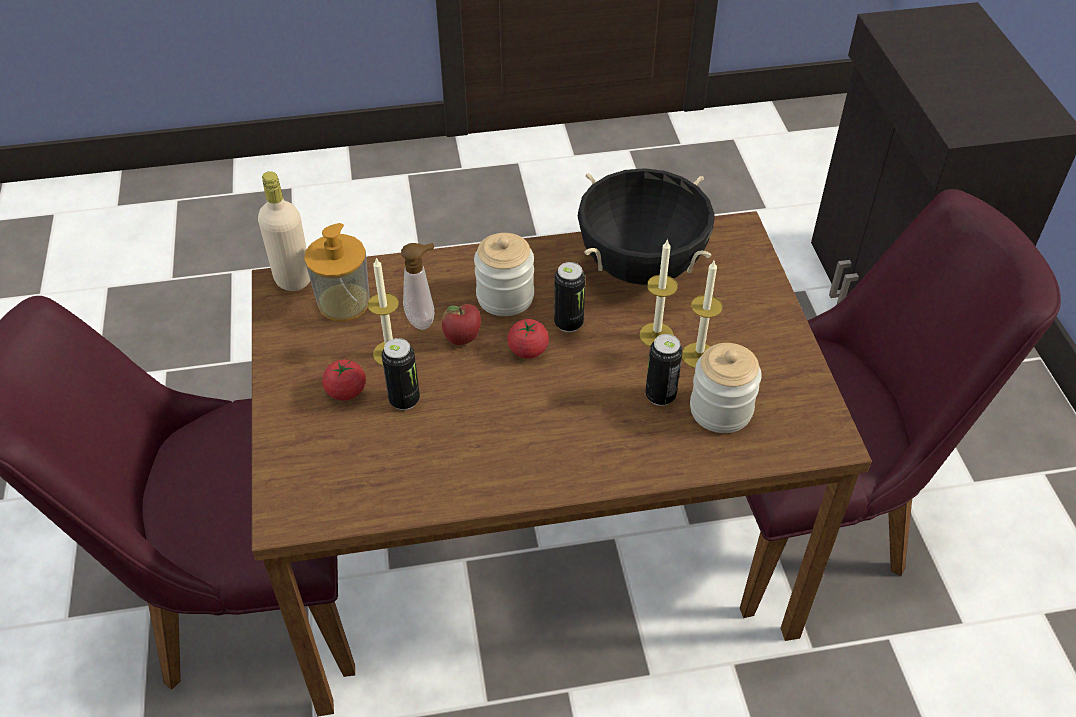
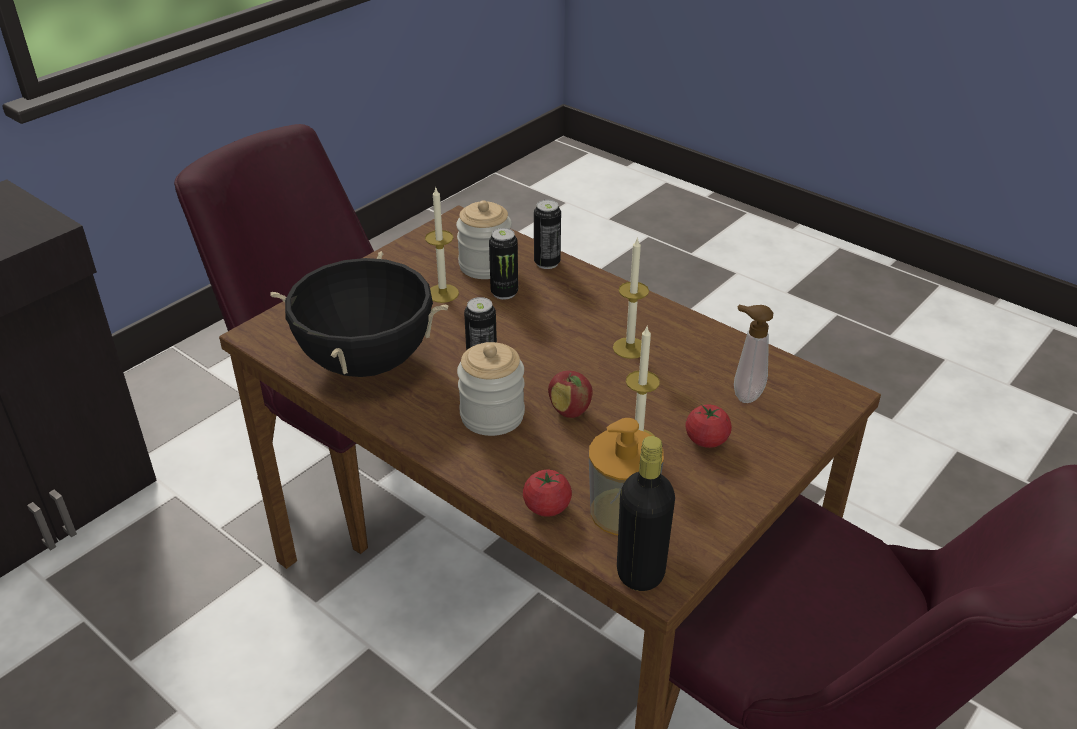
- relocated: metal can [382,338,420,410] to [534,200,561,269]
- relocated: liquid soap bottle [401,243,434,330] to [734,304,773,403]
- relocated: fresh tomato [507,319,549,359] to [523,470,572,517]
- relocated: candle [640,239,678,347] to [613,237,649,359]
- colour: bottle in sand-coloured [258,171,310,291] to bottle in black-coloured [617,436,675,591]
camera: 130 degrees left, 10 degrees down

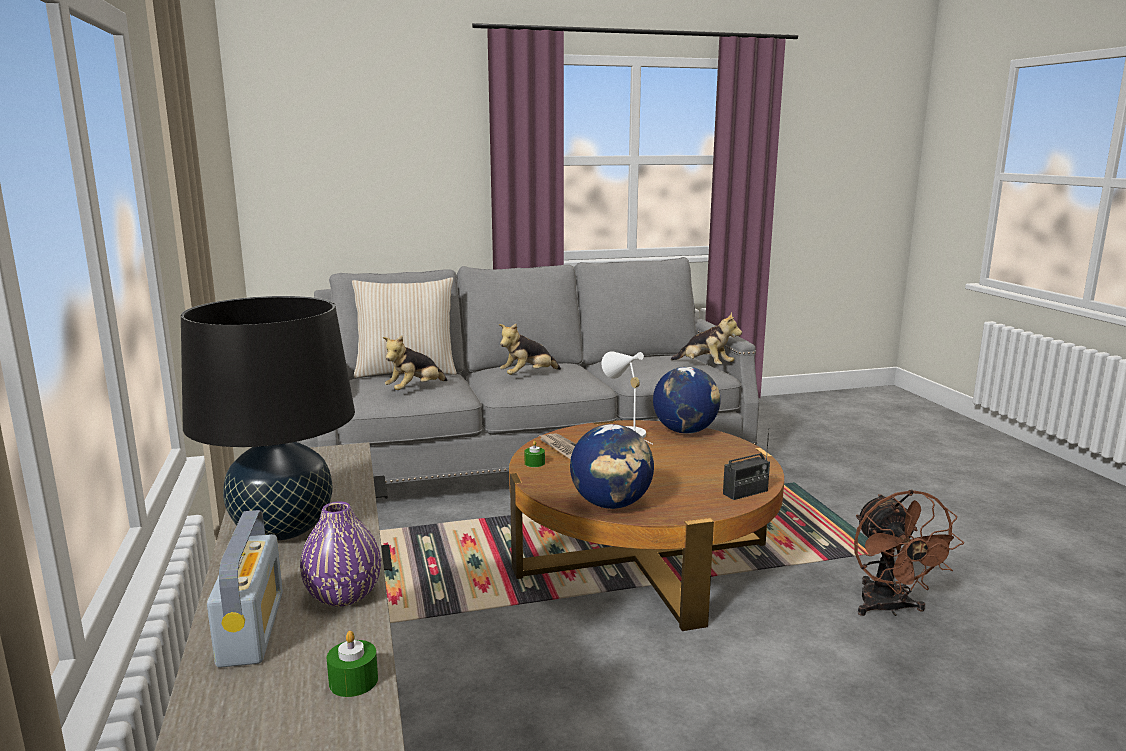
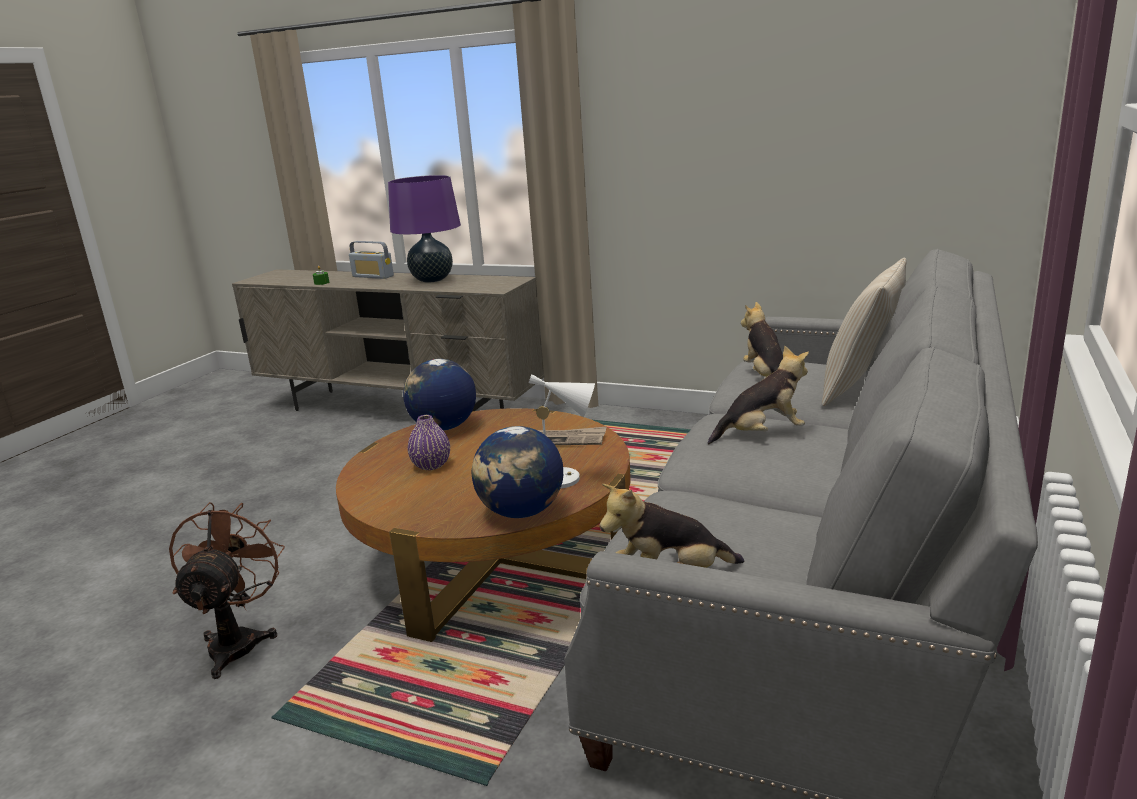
- missing: candle in greenish [524,440,545,467]
- missing: radio [723,428,770,500]
- relocated: vase in purple-coloured [300,501,381,607] to [408,415,450,470]
- colour: tabletop lamp in black-coloured [181,296,355,541] to tabletop lamp in purple-coloured [388,175,461,282]
- spun: plush toy [499,324,561,375] = [707,346,809,444] 75 degrees clockwise
- spun: fan in brown [854,490,964,616] = [169,502,285,679] 60 degrees clockwise
camera: 130 degrees right, 5 degrees up

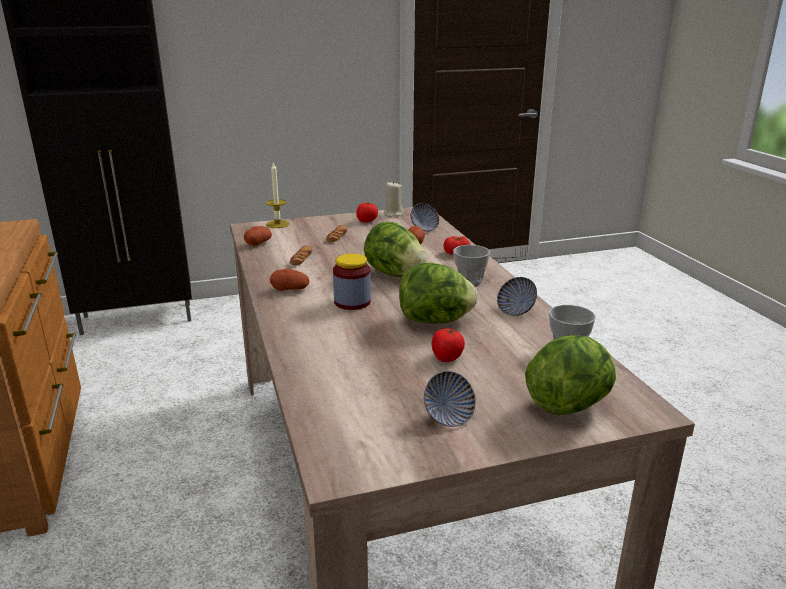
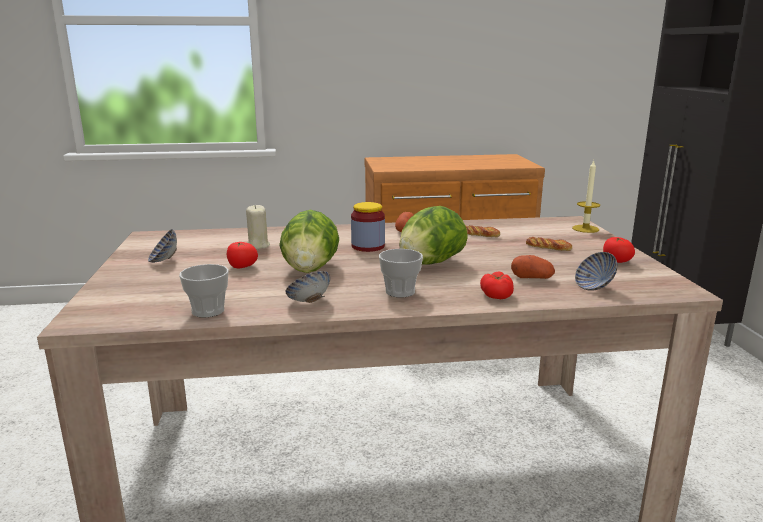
- missing: whole potato [244,226,272,246]
- missing: lettuce [525,335,616,415]
- relocated: candle in sand-coloured [383,181,404,217] to [246,205,270,249]
camera: 100 degrees right, 5 degrees down

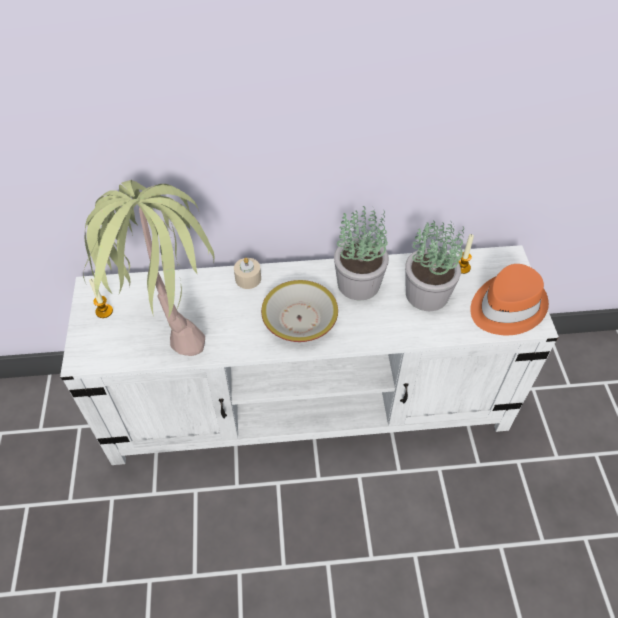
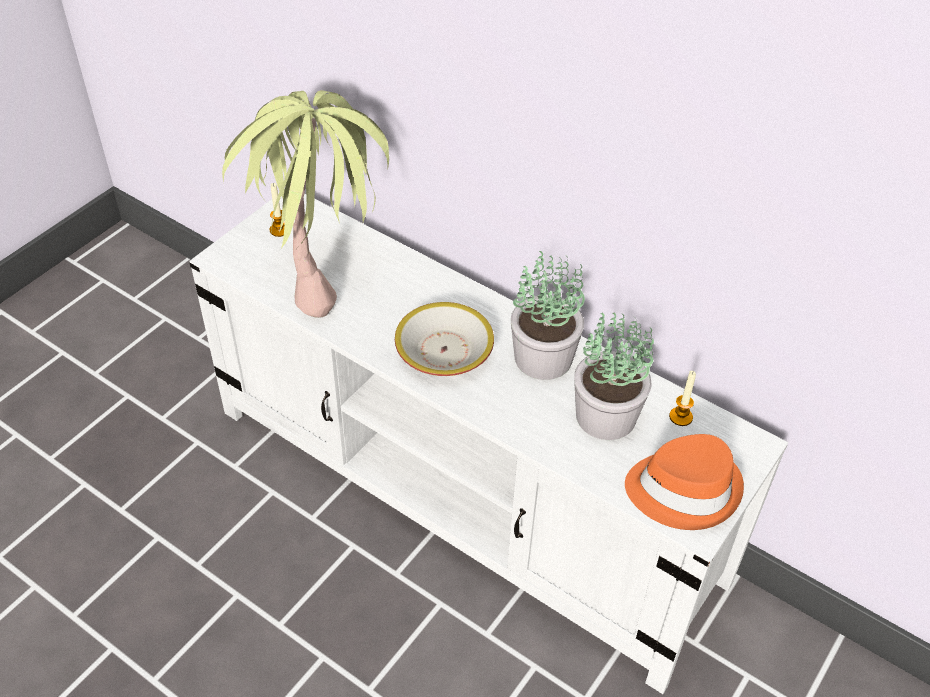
- missing: candle in sand-coloured [234,258,261,289]
camera: 40 degrees right, 5 degrees down

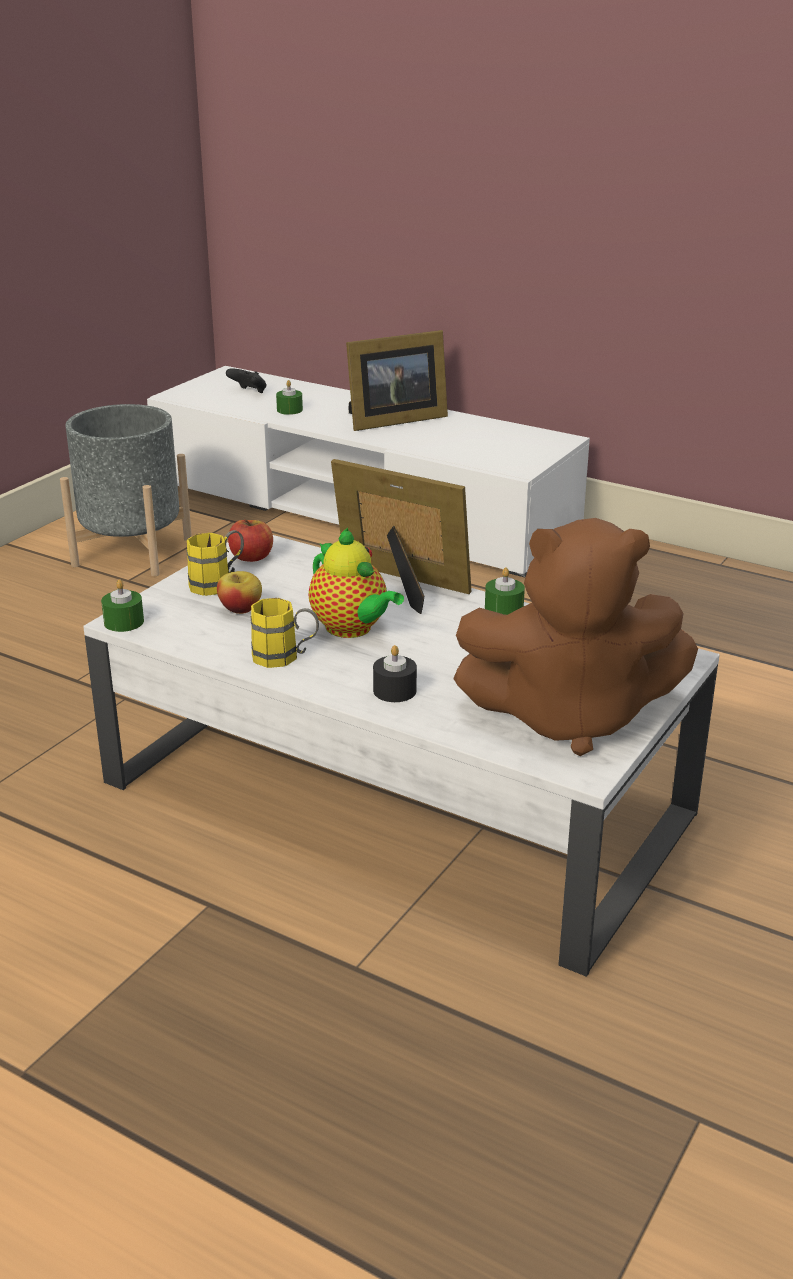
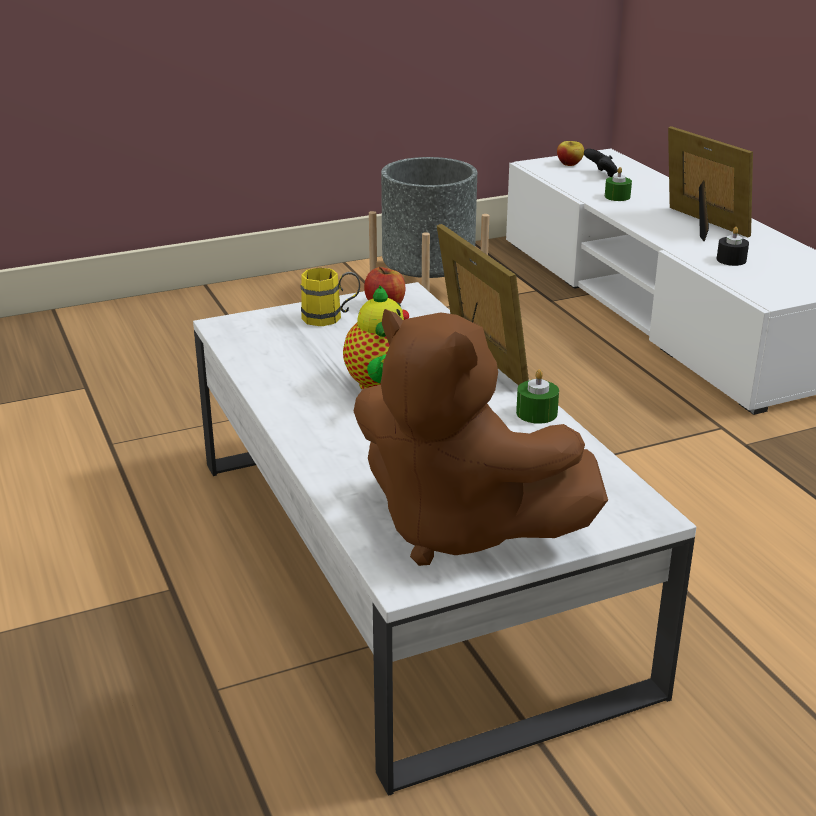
- missing: candle in greenish [101,579,144,632]
- missing: mug in yellow [251,598,319,668]
- relocated: apple [217,571,262,614] to [557,141,584,166]
- relocated: candle in black-coloured [373,645,417,702] to [717,227,749,266]
- spun: picture frame [346,330,448,431] = [668,126,753,241] 135 degrees counterclockwise
camera: 35 degrees right, 0 degrees up

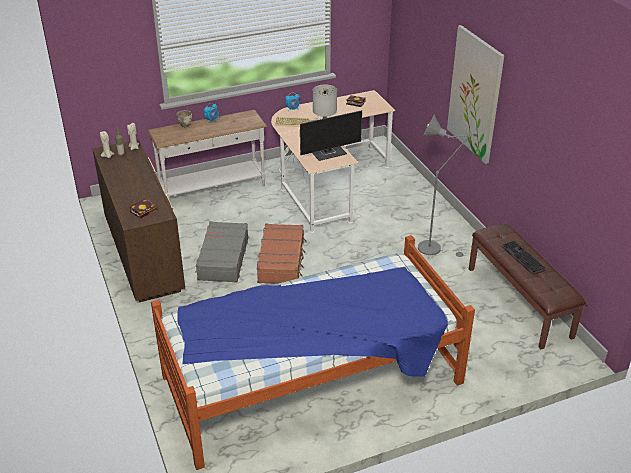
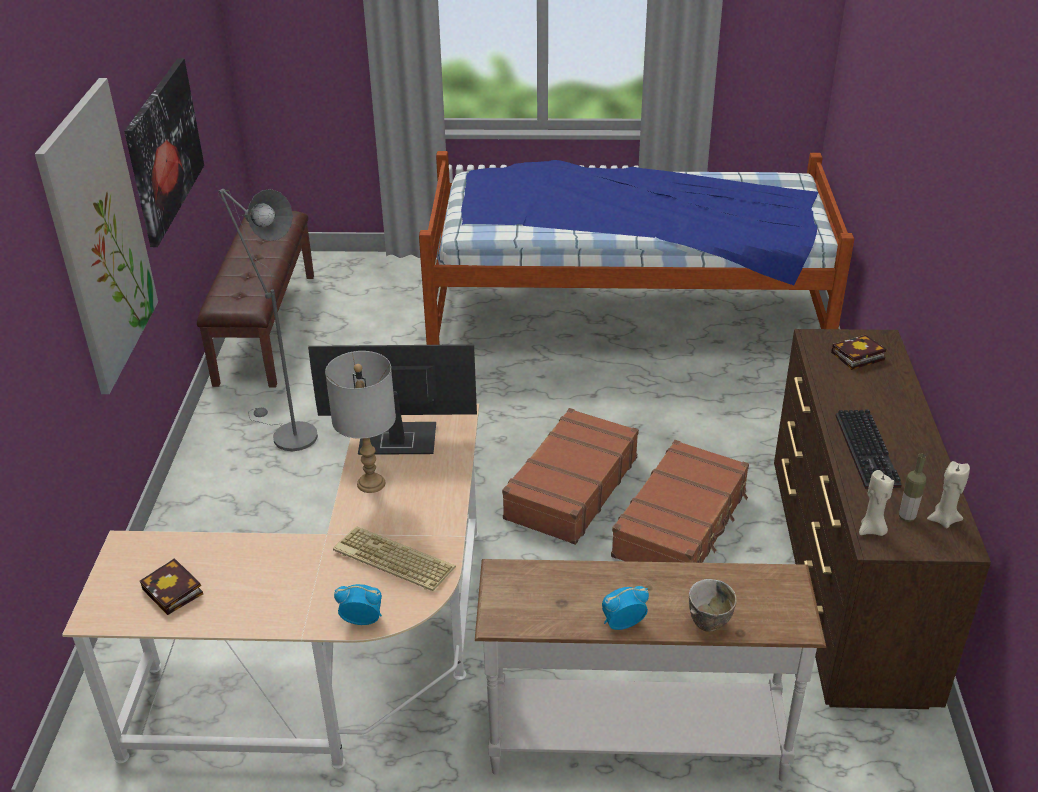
- appeared: wall art [124,58,204,247]
- relocated: computer keyboard [502,241,546,275] to [836,409,901,489]
- colour: travel case in grey [195,221,249,283] to travel case in brown [611,440,749,563]
camera: 155 degrees left, 0 degrees up

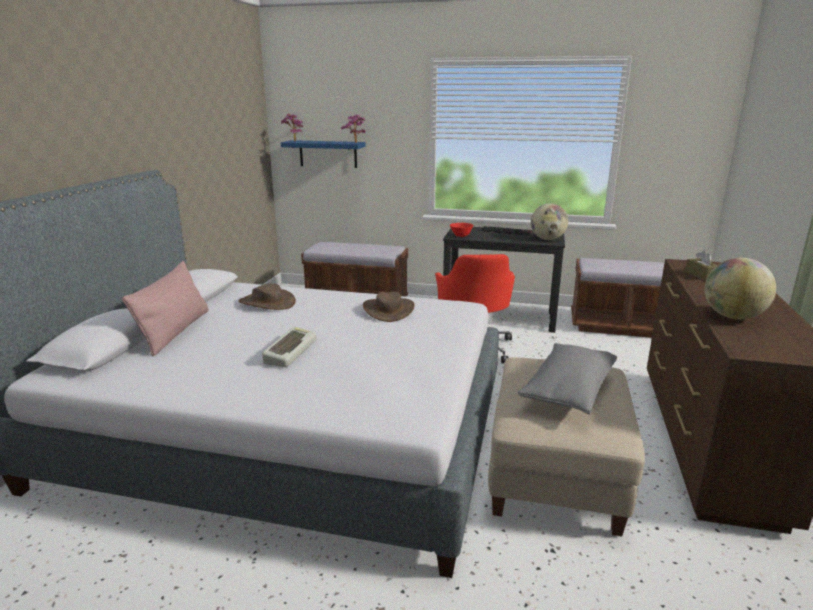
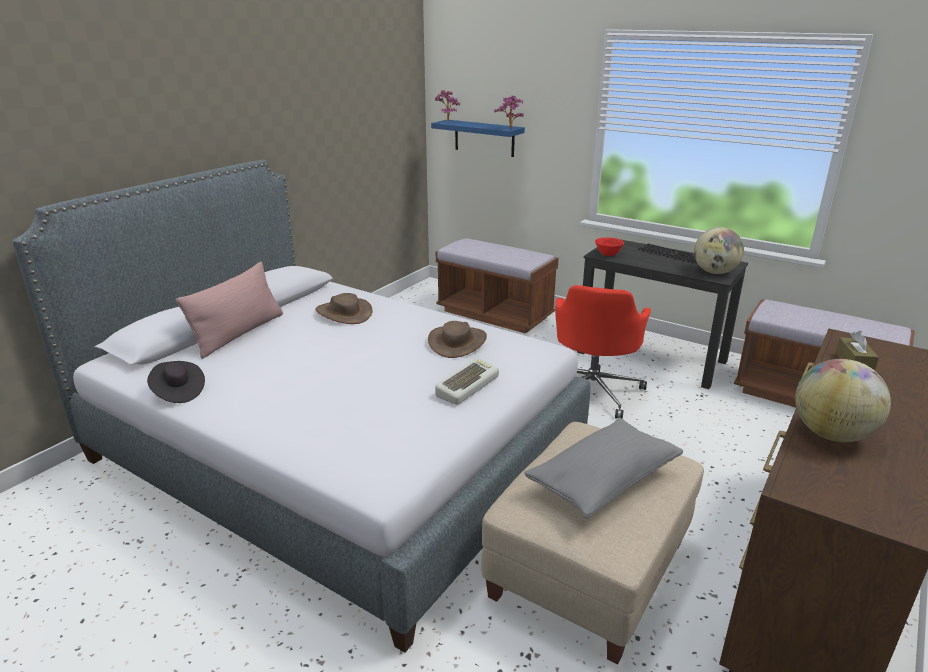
- appeared: hat in black-coloured [147,361,205,403]
- relocated: computer keyboard [262,327,317,367] to [435,358,499,405]
camera: 20 degrees right, 5 degrees up

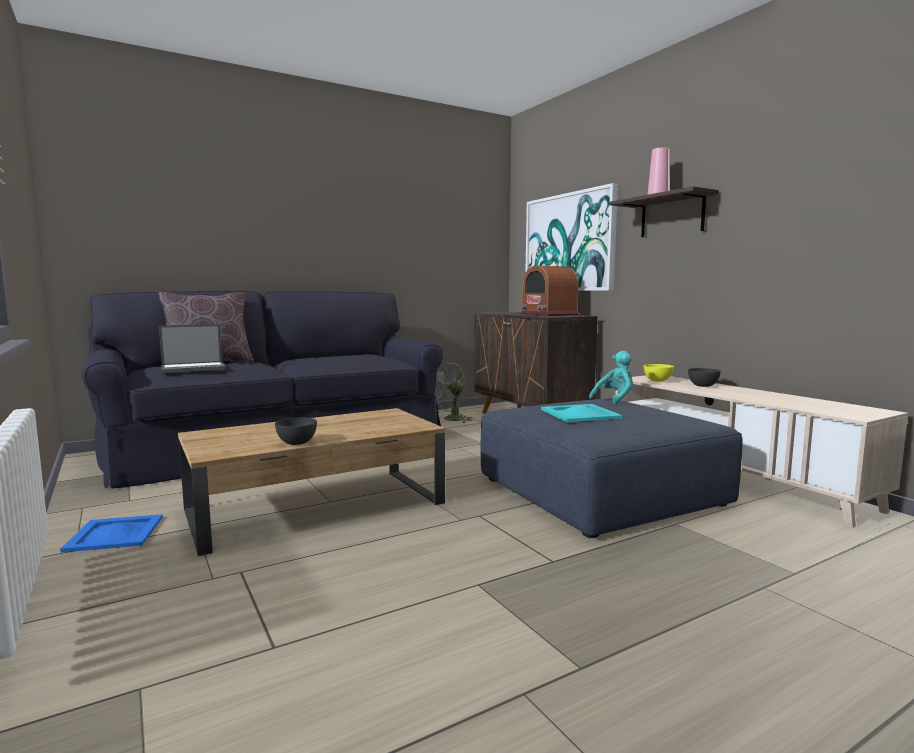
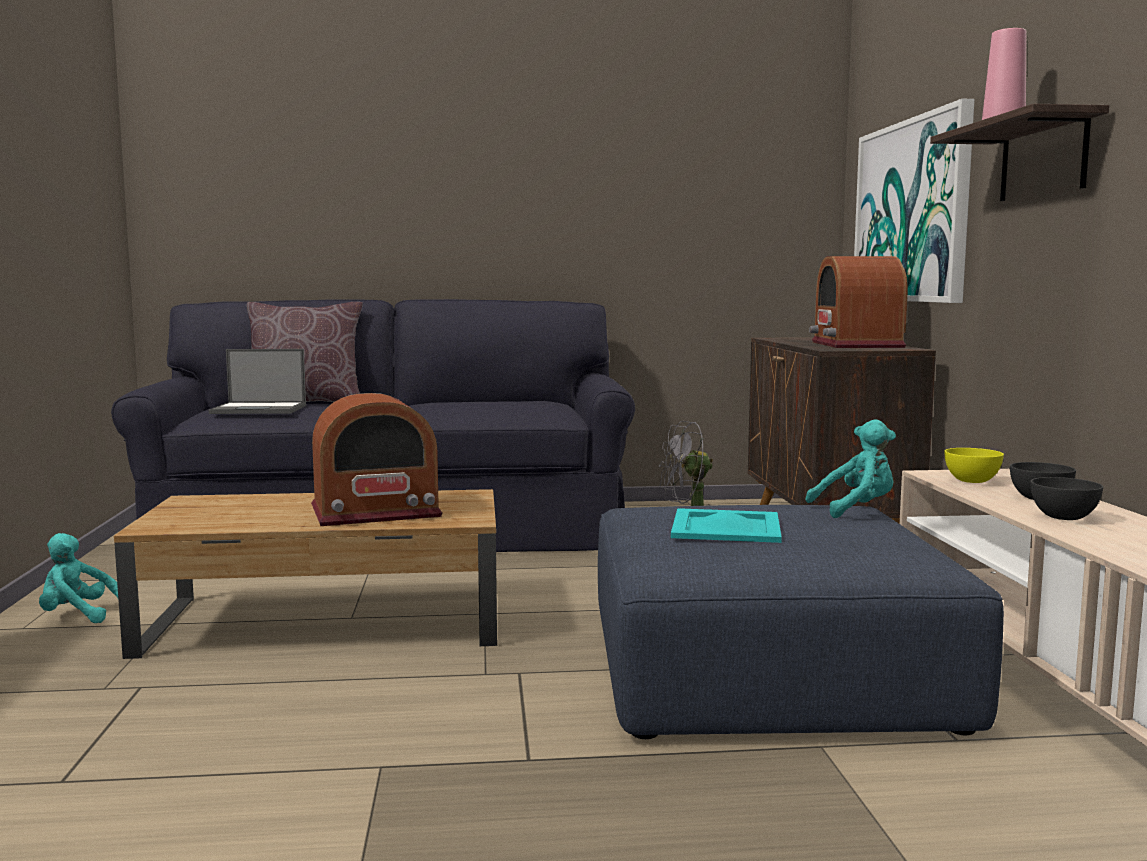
- appeared: radio [311,393,442,526]
- relocated: deep dish in grey [275,418,317,445] to [1030,477,1103,520]
- exchanged: tray in bluish [60,514,163,553] to plush toy in blue-green [39,533,118,623]
camera: 25 degrees right, 0 degrees up

